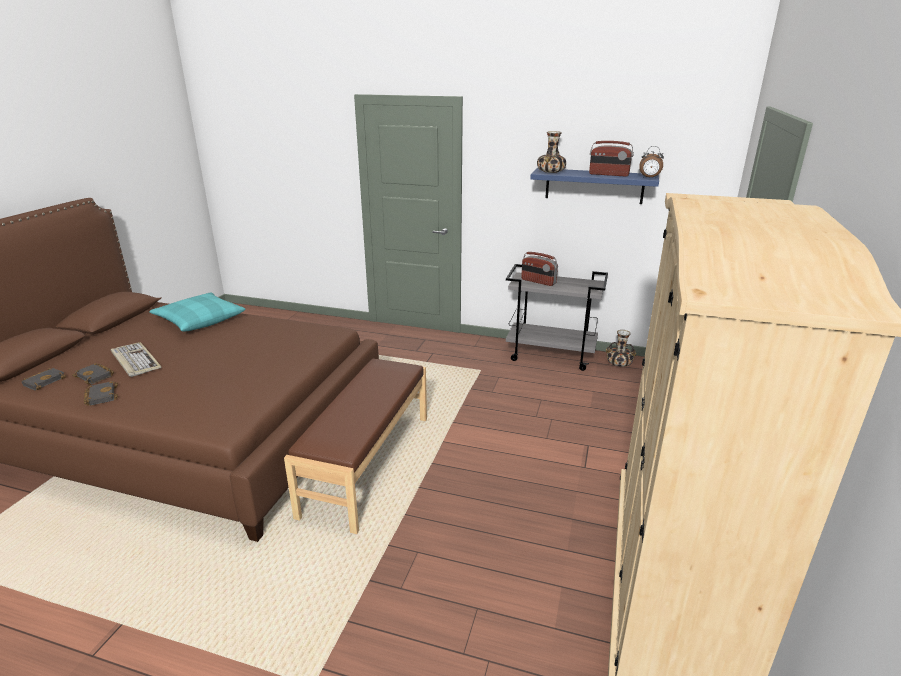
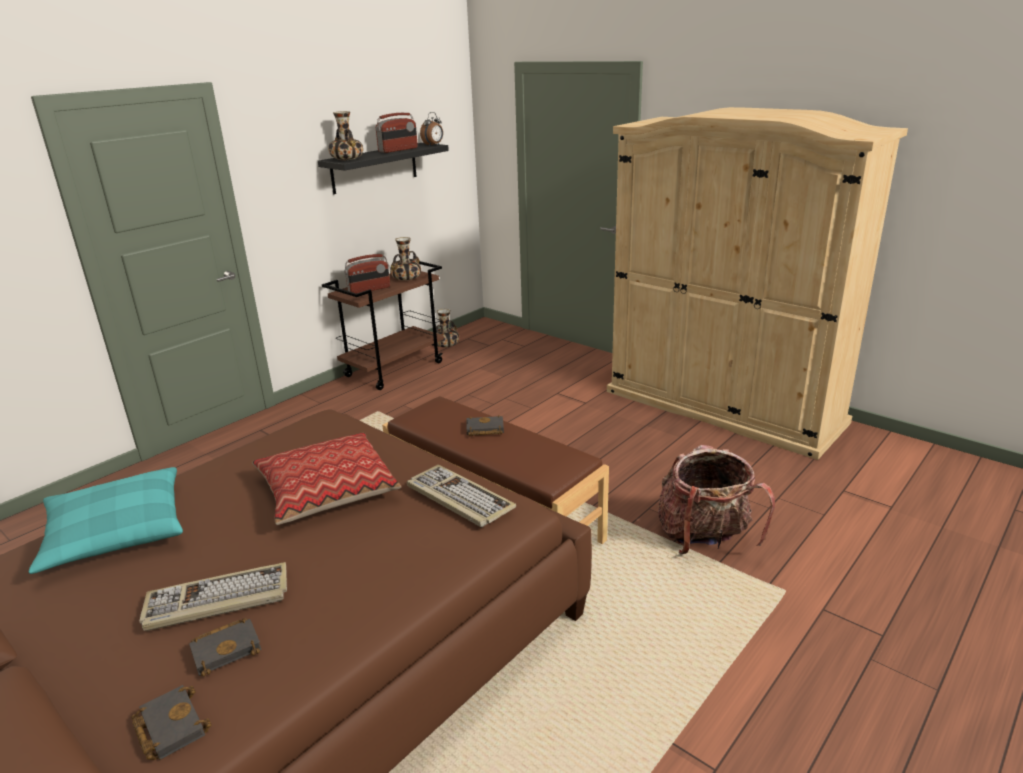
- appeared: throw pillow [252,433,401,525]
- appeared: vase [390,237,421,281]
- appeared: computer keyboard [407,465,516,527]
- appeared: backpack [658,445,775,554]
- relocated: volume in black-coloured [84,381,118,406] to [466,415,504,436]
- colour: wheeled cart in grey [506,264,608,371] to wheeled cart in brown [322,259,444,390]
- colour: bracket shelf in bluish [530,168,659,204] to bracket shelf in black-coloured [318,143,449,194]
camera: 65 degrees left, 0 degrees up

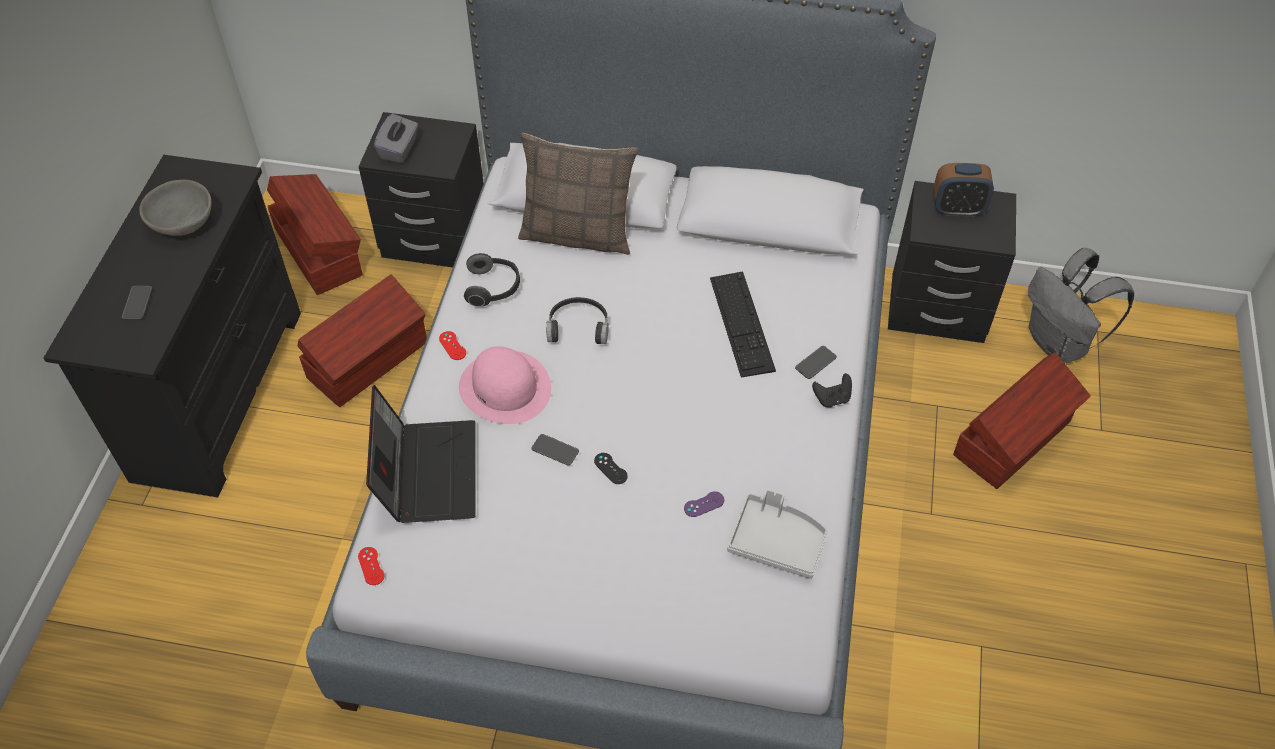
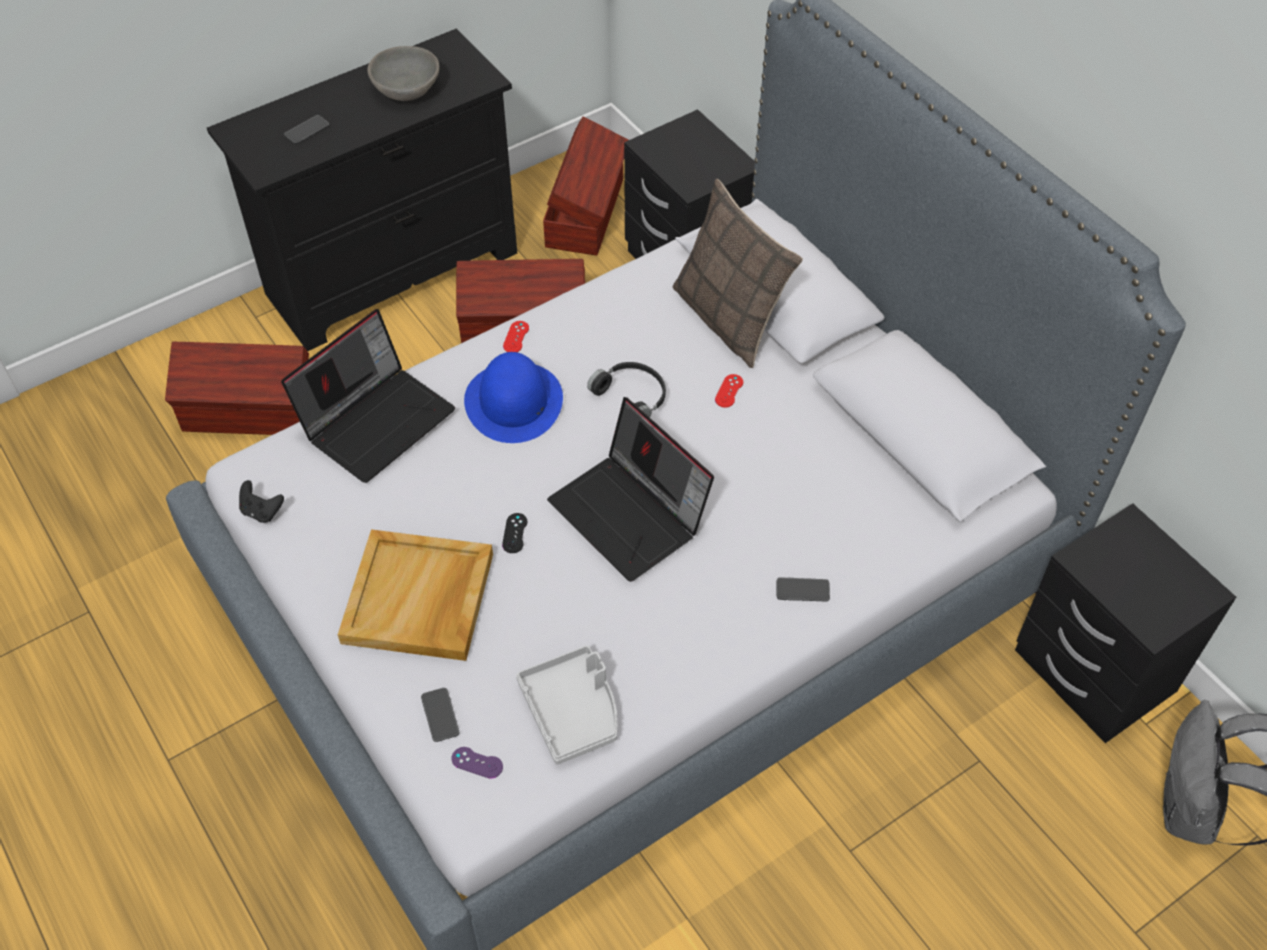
- missing: tissue holder in grey [374,114,418,163]
- missing: headphones [464,253,520,307]
- missing: computer keyboard [710,271,776,377]
- missing: alarm clock [933,163,994,217]
- appeared: tray in sand-coloured [338,529,493,661]
- appeared: notebook computer [547,397,714,582]
- relocated: joypad in red-coloured [358,547,385,585] to [715,374,743,408]
- relocated: telephone [532,434,579,465] to [421,688,460,742]
- relocated: joypad in purple-coloured [684,491,724,517] to [452,747,503,779]
- relocated: joypad in black-coloured [812,373,852,407] to [239,480,284,523]
- relocated: storage box in brown [953,353,1091,489] to [165,342,309,435]
- colour: hat in pinkish [459,346,551,424] to hat in bluish [464,352,563,443]
camera: 45 degrees right, 0 degrees up

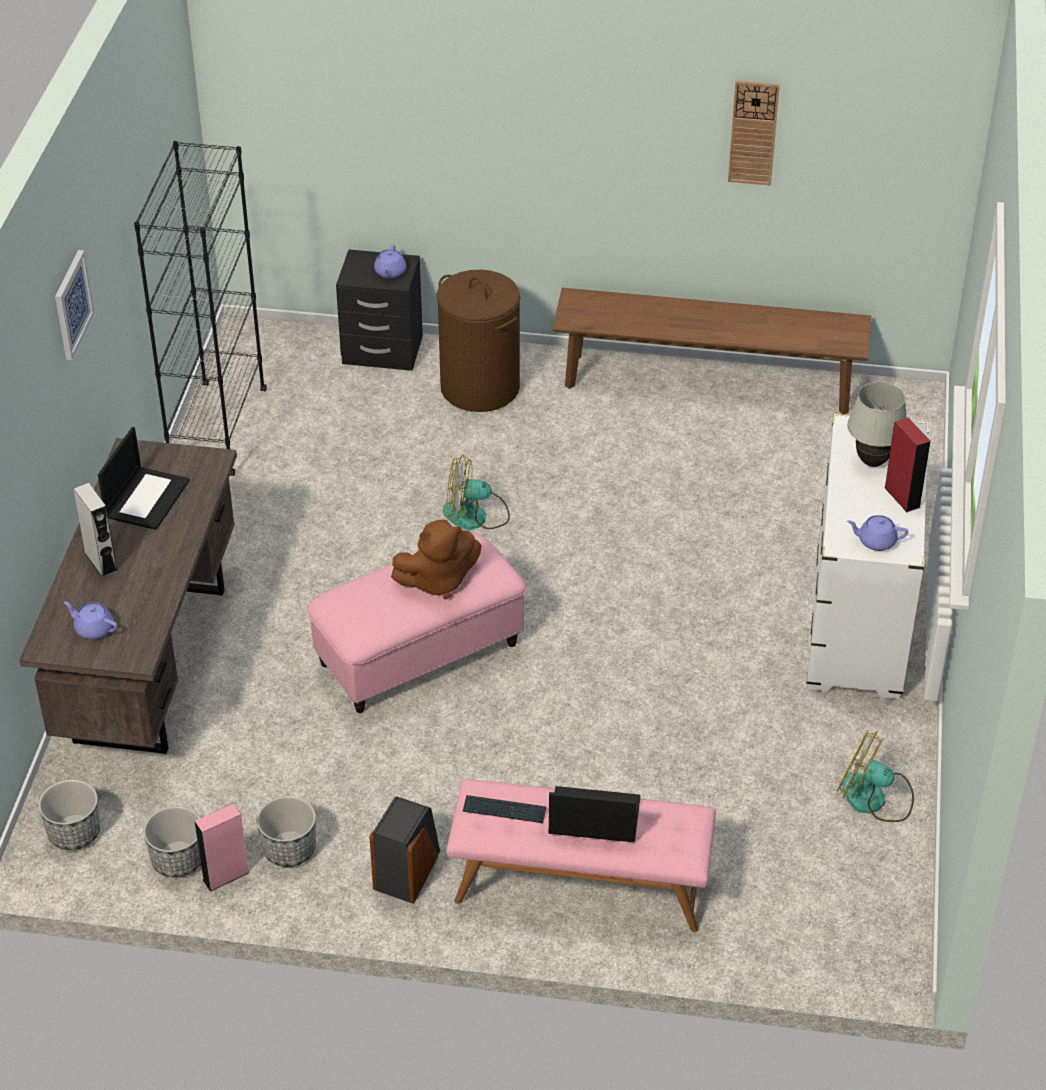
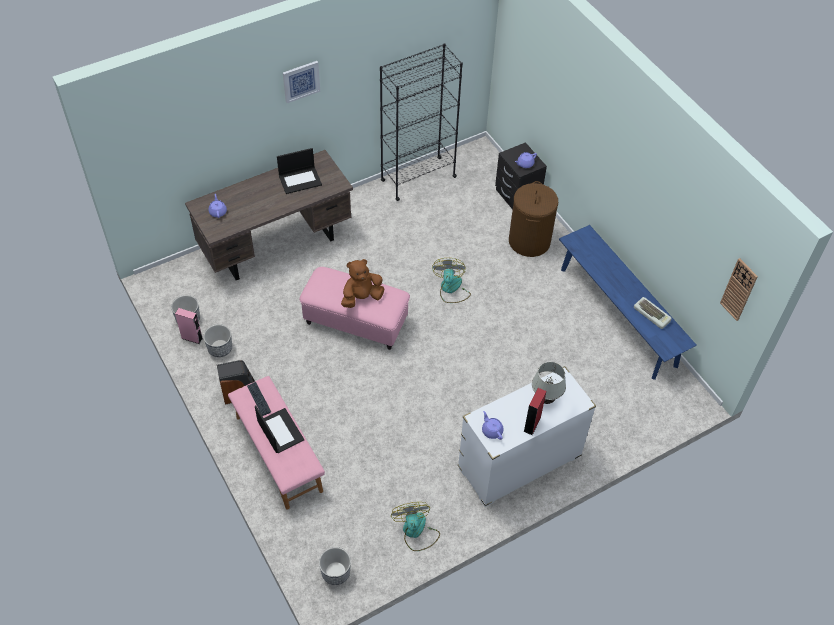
- missing: speaker in grey [73,482,117,577]
- appeared: computer keyboard [634,297,672,329]
- relocated: flower pot [38,780,100,850] to [319,547,351,585]
- relocated: clock on the wall [728,80,780,185] to [720,258,758,321]
- colour: indoor bench in brown [552,288,871,415] to indoor bench in bluish [559,225,697,380]
- spun: plush toy in brown [391,520,481,599] = [341,259,384,308] 120 degrees clockwise
- spun: fan [443,455,510,530] = [432,258,471,303] 45 degrees clockwise
camera: 50 degrees right, 10 degrees up

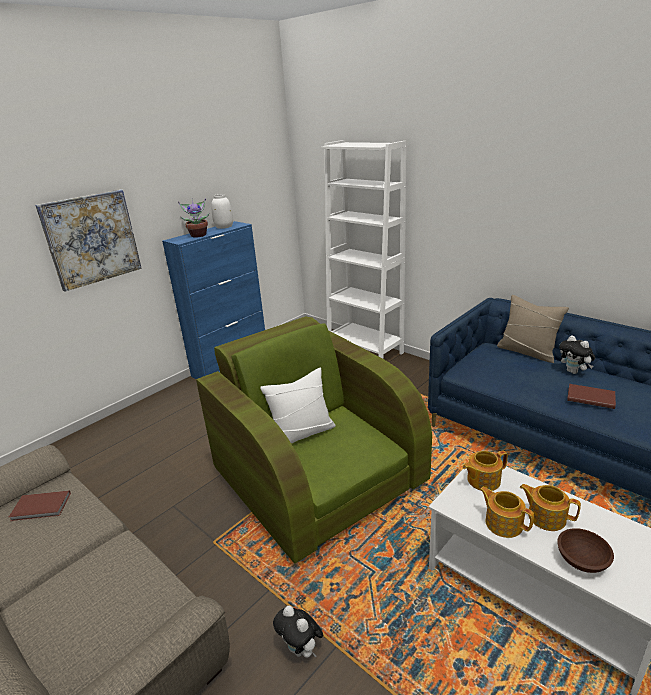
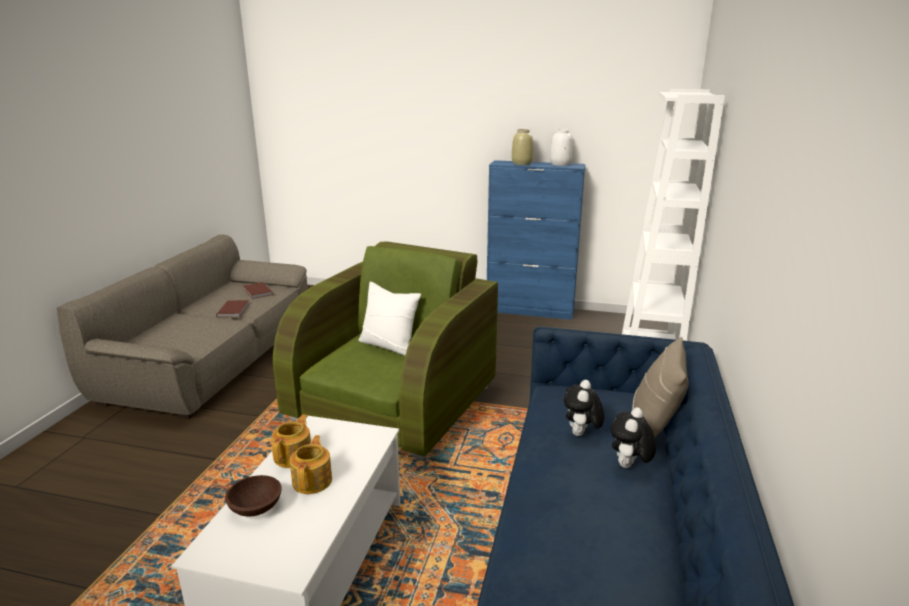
- missing: wall art [35,189,142,292]
- missing: teapot [463,450,508,491]
- relocated: plush toy [273,606,323,658] to [564,380,604,436]
- relocated: volume in brown [567,384,616,409] to [216,300,249,318]
- exchanged: houseplant [178,198,209,238] to vase in sand-coloured [512,129,533,165]
camera: 60 degrees right, 5 degrees down

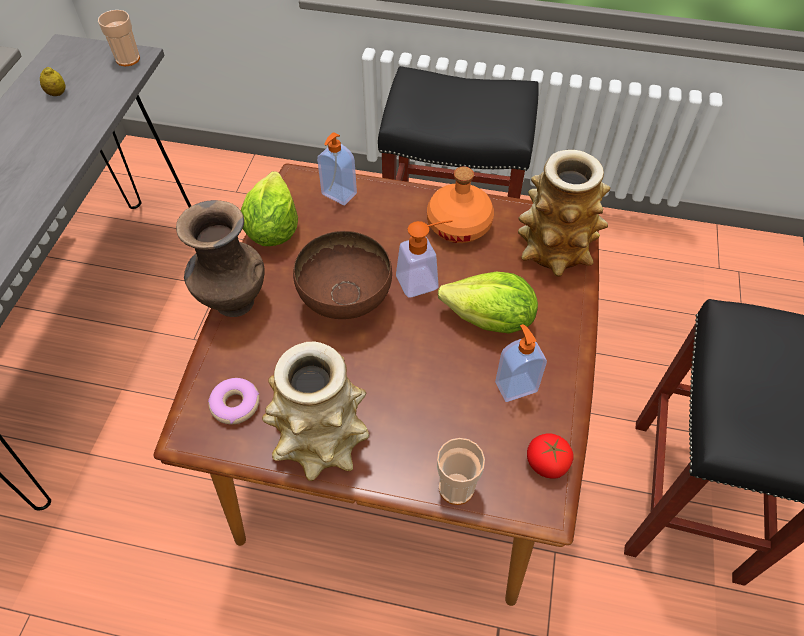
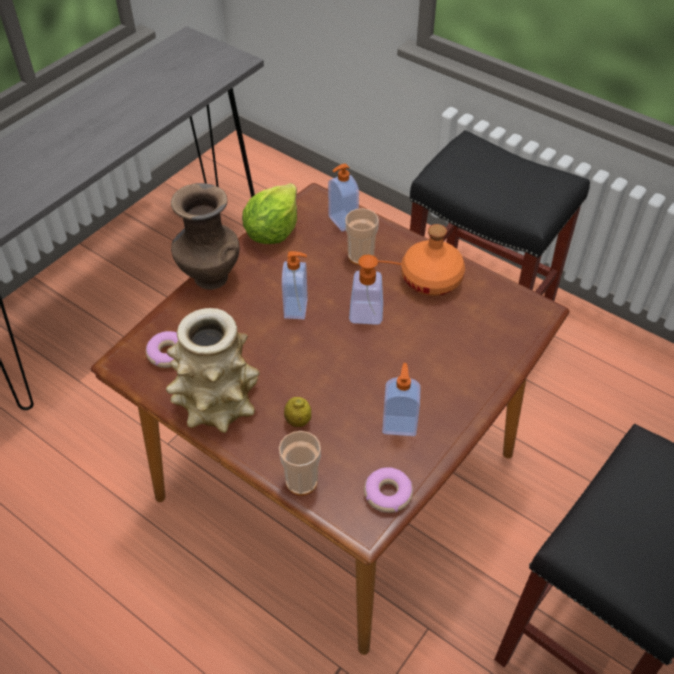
- missing: lettuce [438,272,538,334]
- missing: vase [518,150,610,277]
- relocated: citrus fruit [40,67,66,96] to [284,397,311,427]
- relocated: cup [98,10,140,66] to [345,208,379,265]
- exchanged: deep dish in brown [293,231,392,319] to liquid soap bottle [282,251,308,319]
- exchanged: fresh tomato [527,433,574,479] to ring doughnut [364,467,413,513]
camera: 25 degrees right, 5 degrees down

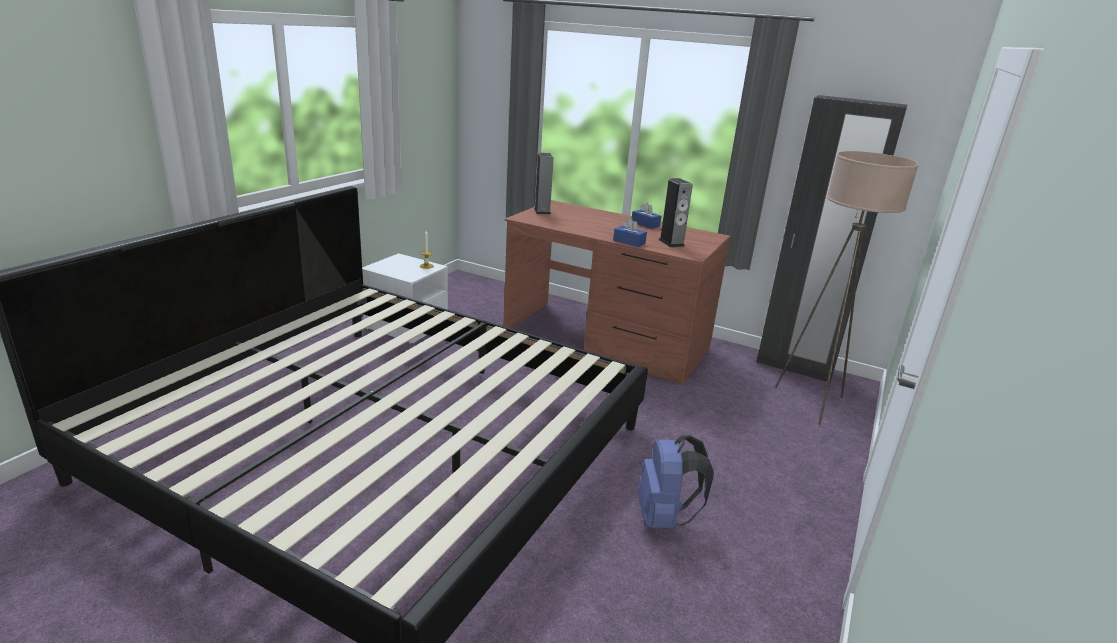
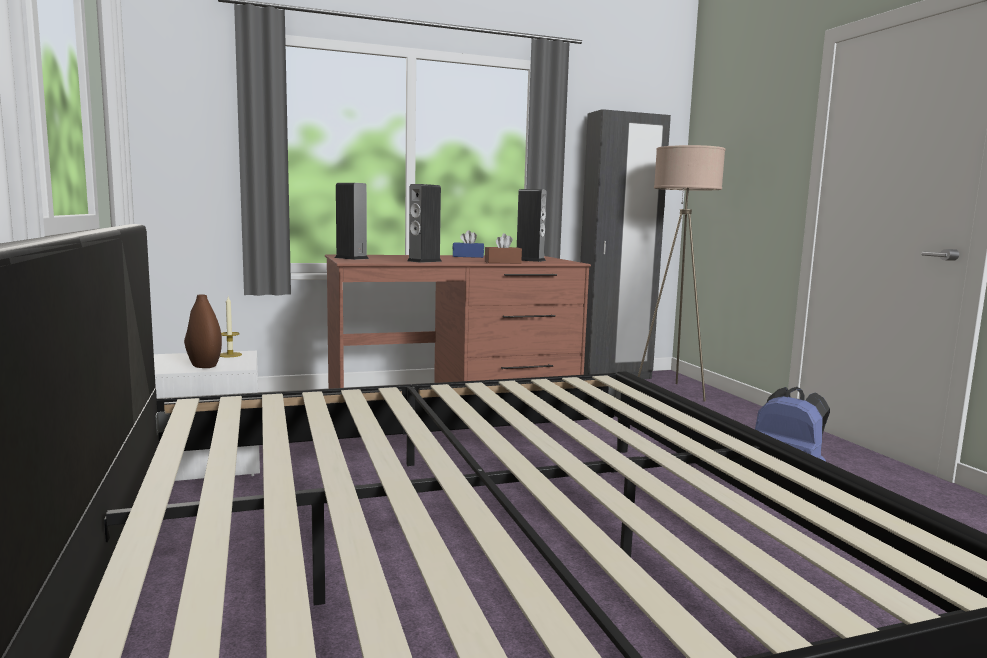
- appeared: vase in brown [184,294,222,368]
- appeared: speaker [407,184,442,263]
- colour: tissue holder in bluish [613,218,647,247] to tissue holder in brown [485,233,522,263]
camera: 45 degrees left, 15 degrees down

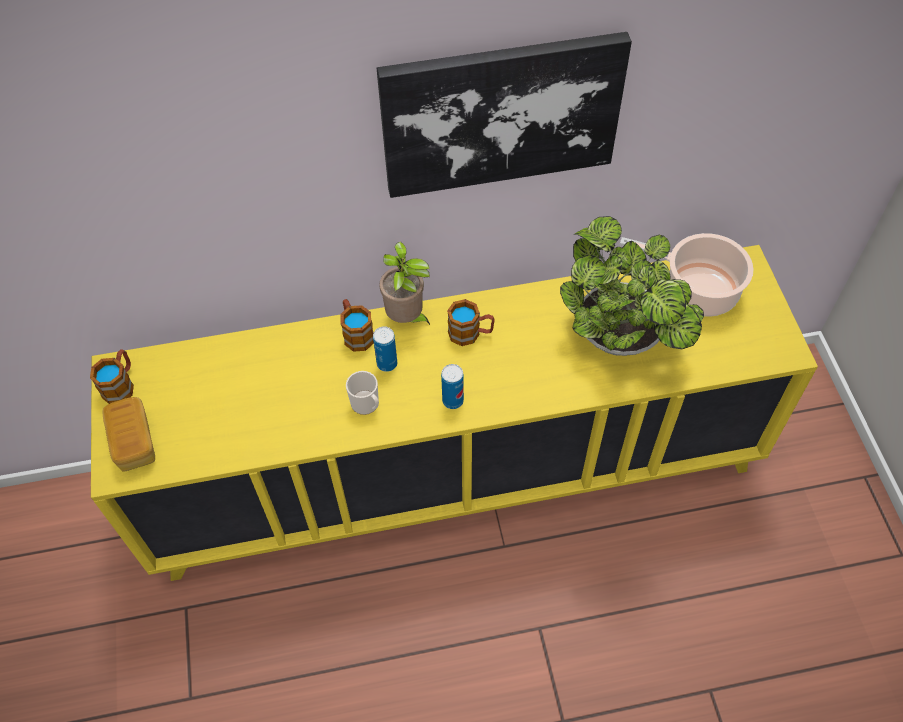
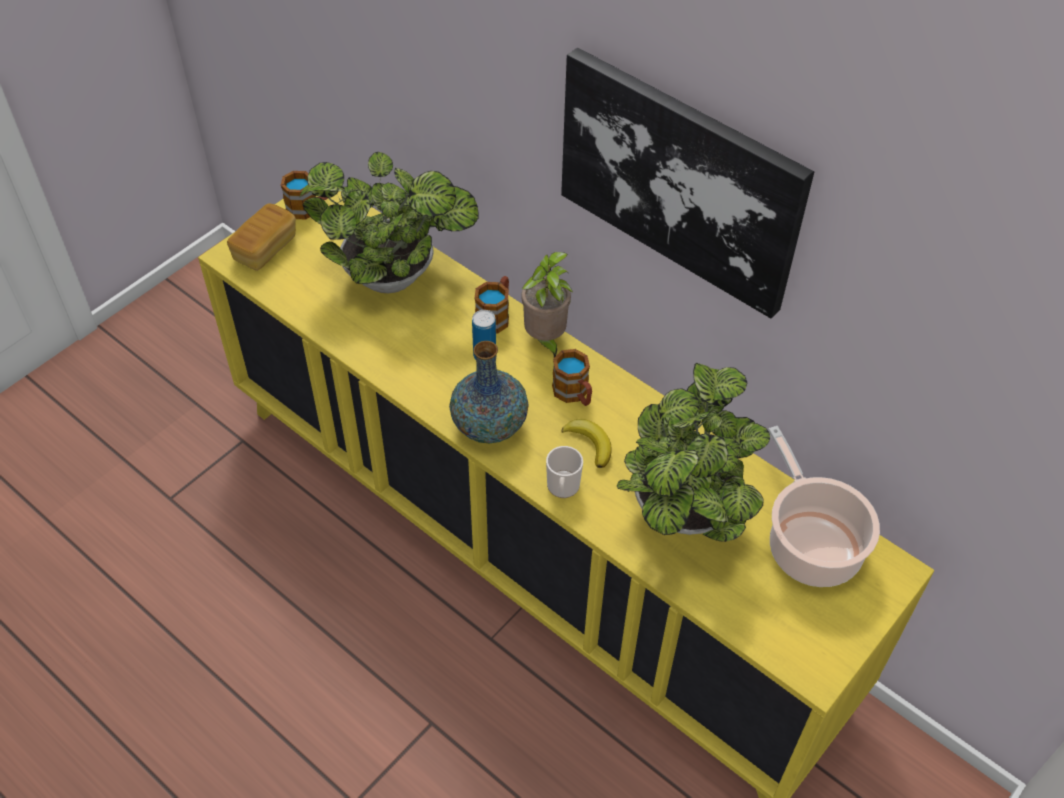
- appeared: houseplant [300,152,478,293]
- appeared: whole banana [561,419,612,468]
- relocated: mug [346,371,379,415] to [546,446,583,498]
- exchanged: metal can [441,364,464,409] to vase [449,341,529,443]
camera: 50 degrees right, 5 degrees down

